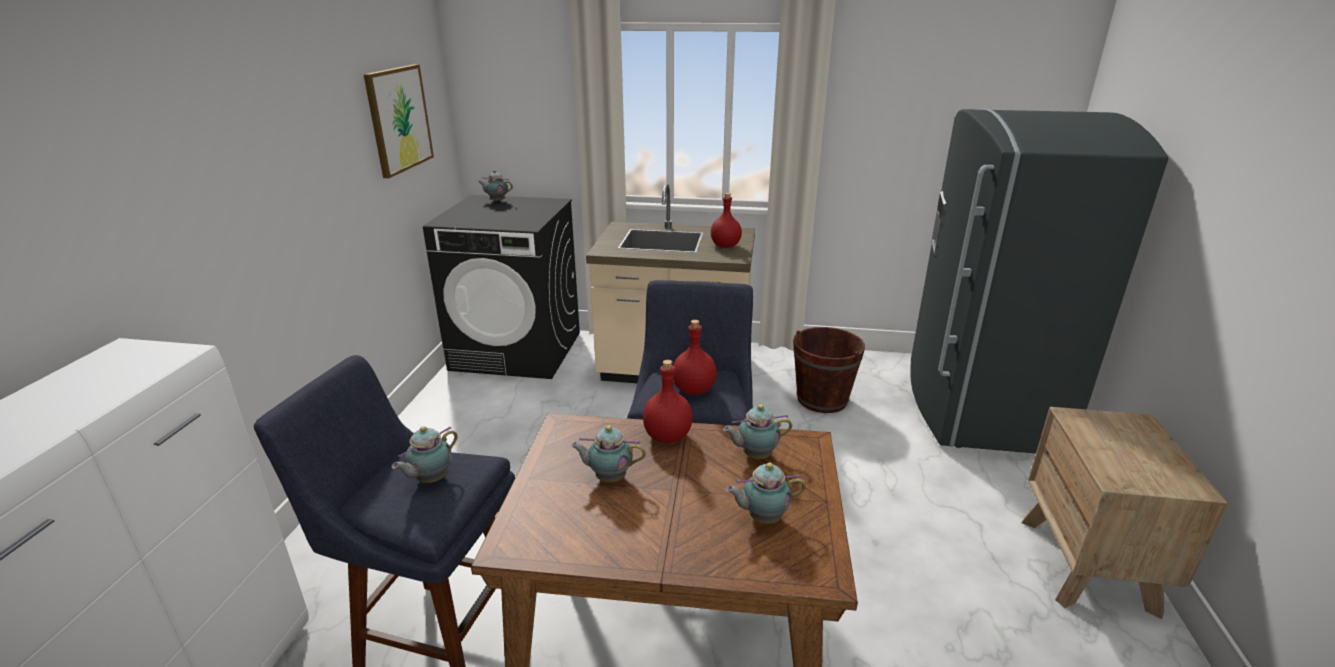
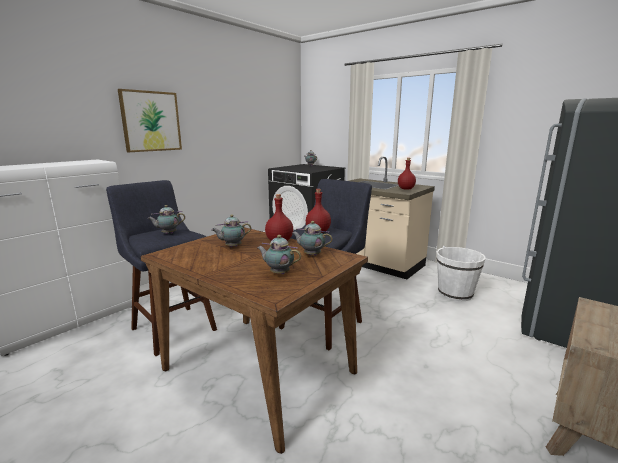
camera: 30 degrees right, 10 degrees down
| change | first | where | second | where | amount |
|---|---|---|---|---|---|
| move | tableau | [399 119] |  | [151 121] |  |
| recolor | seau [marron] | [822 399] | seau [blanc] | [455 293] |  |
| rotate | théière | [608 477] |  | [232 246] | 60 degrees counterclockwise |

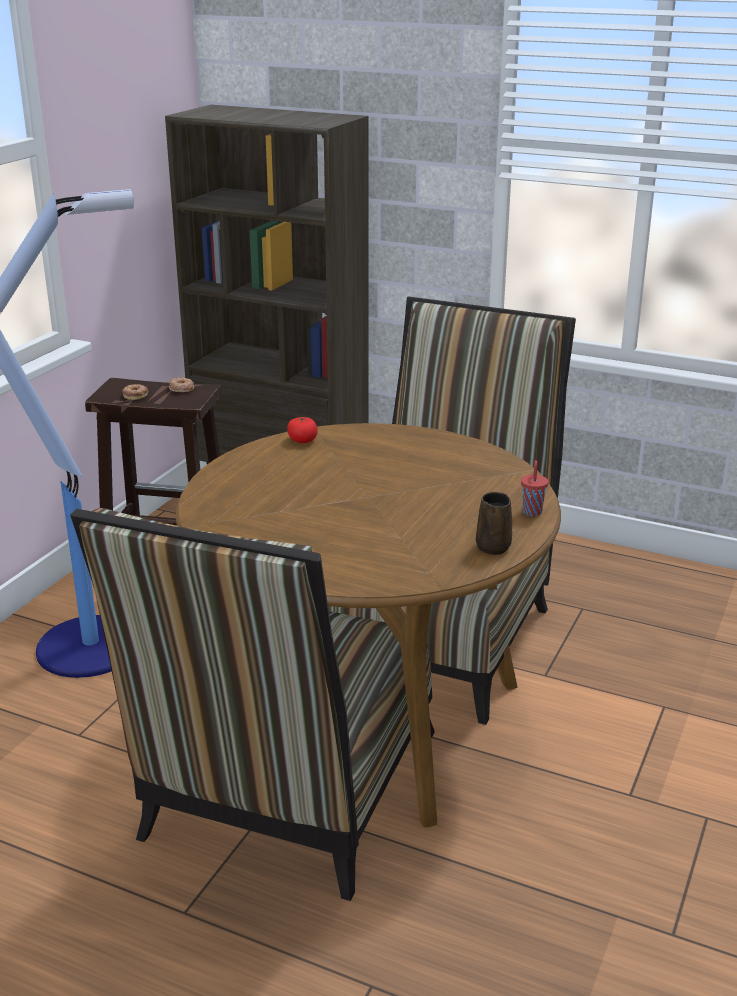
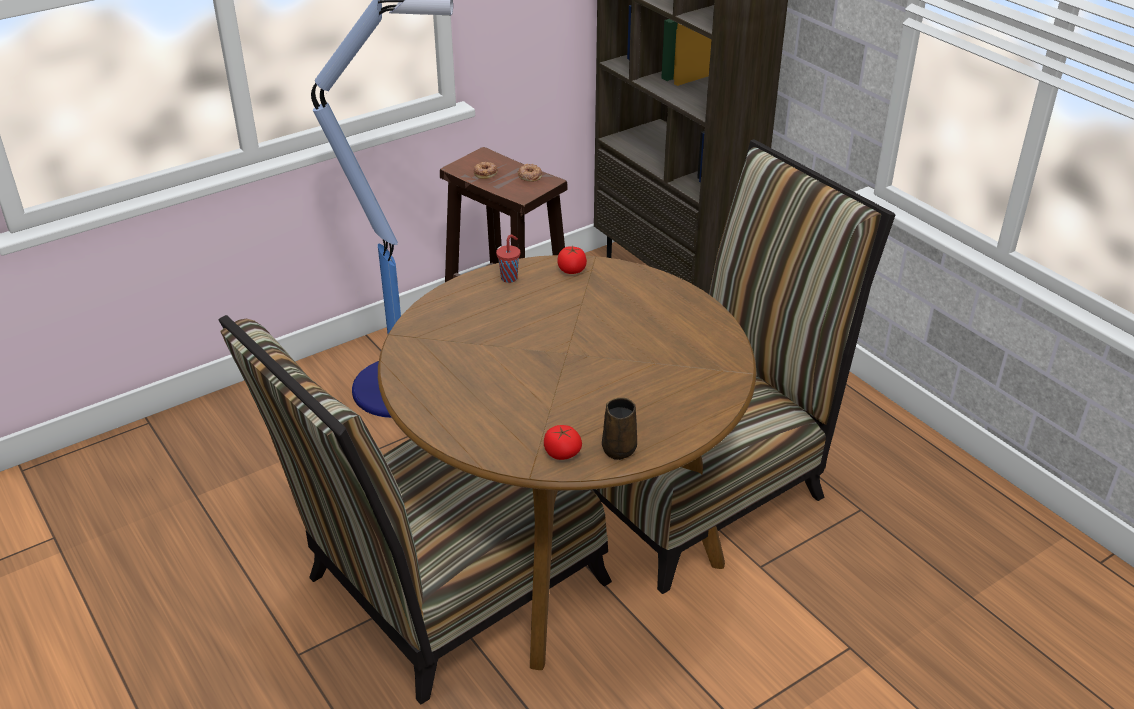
camera: 30 degrees right, 10 degrees up
| change | first | where | second | where | amount |
|---|---|---|---|---|---|
| insert |  |  | tomate | [562 452] |  |
| move | tasse [rouge] | [532 512] |  | [510 278] |  |

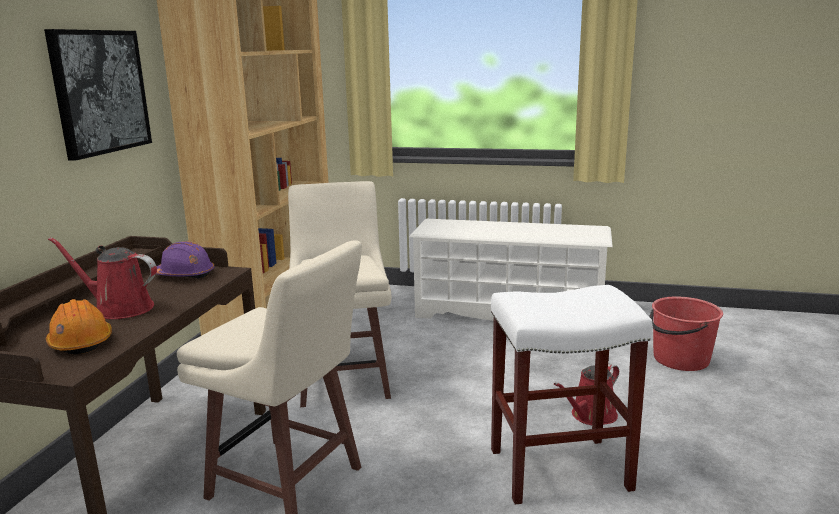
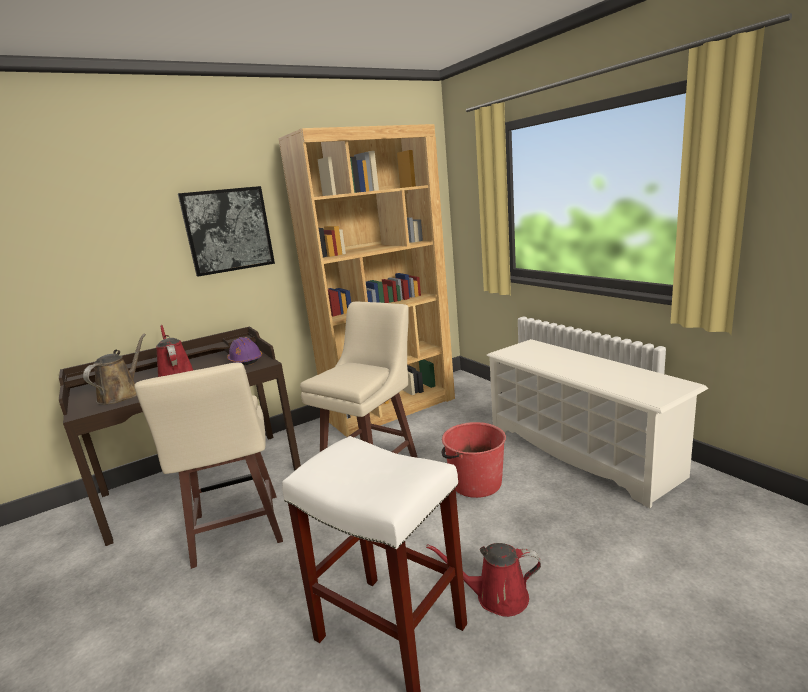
camera: 45 degrees right, 0 degrees up
| change | first | where | second | where | amount |
|---|---|---|---|---|---|
| move | seau [rouge] | [680 359] |  | [475 483] |  |
| replace | casque de chantier [orange] | [81 342] | arrosoir [marron] | [122 395] |  |

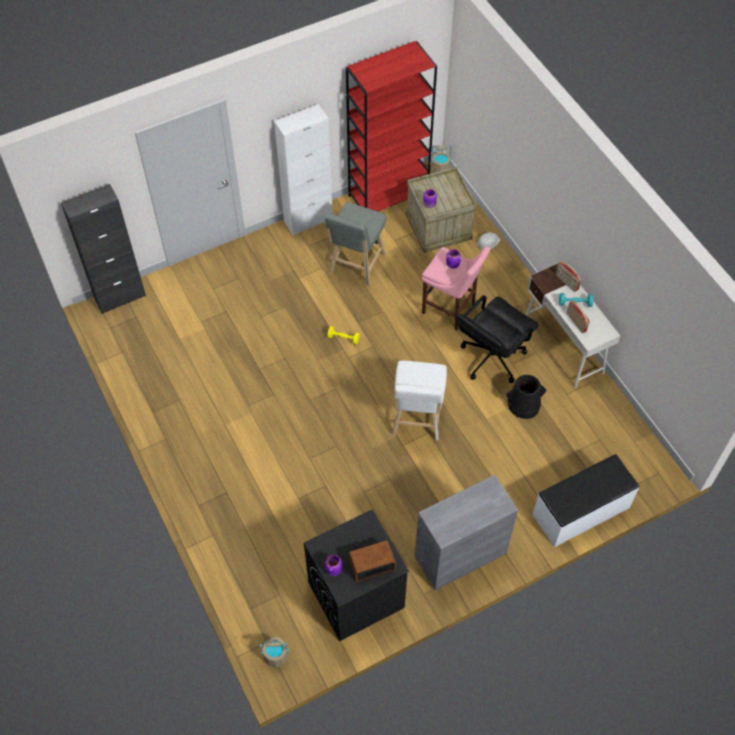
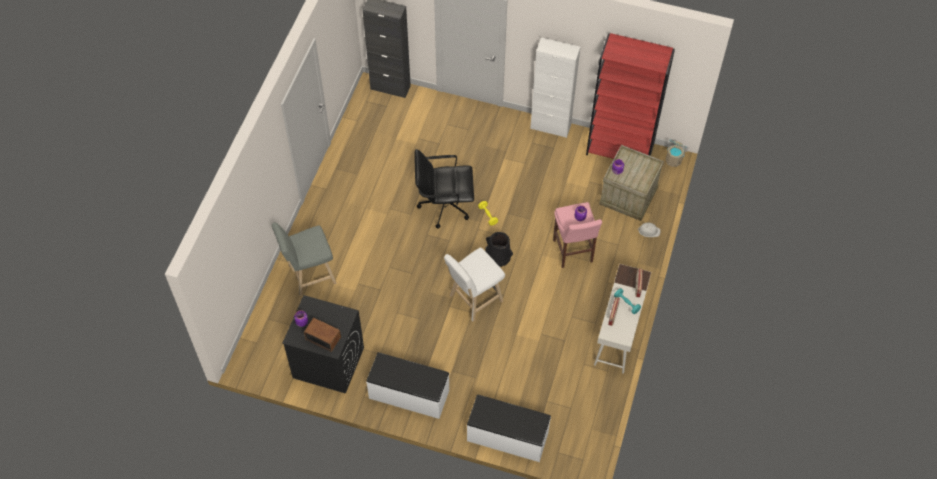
camera: 45 degrees right, 0 degrees up
| change | first | where | second | where | amount |
|---|---|---|---|---|---|
| delete | seau [beige] | [276 656] |  |  |  |
| move | tabouret [gris] | [356 265] |  | [309 275] |  |
| move | chaise de bureau [noir] | [491 358] |  | [444 205] |  |
| move | seau [noir] | [524 404] |  | [498 256] |  |
| replace | meuble de rangement [gris] | [460 554] | banc [blanc] | [409 395] |  |

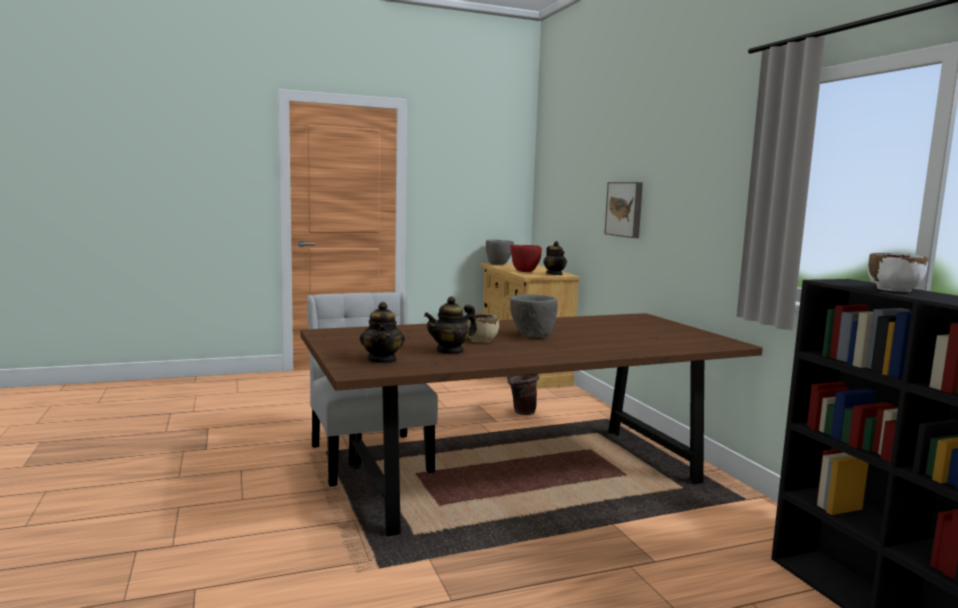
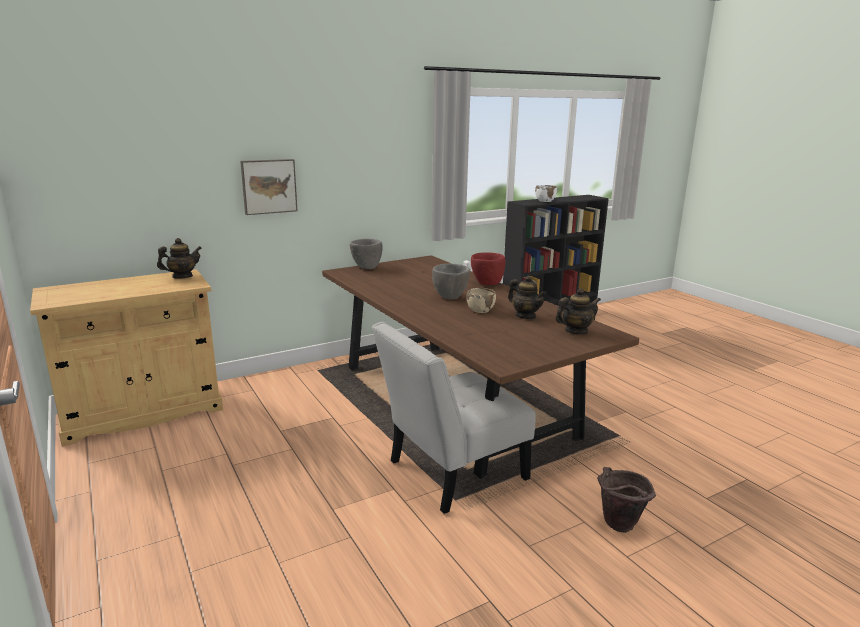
camera: 100 degrees left, 10 degrees up
| change | first | where | second | where | amount |
|---|---|---|---|---|---|
| move | bol [gris] | [498 264] |  | [366 267] |  |
| move | seau [marron] | [521 411] |  | [618 527] |  |
| move | bol [rouge] | [524 271] |  | [486 284] |  |

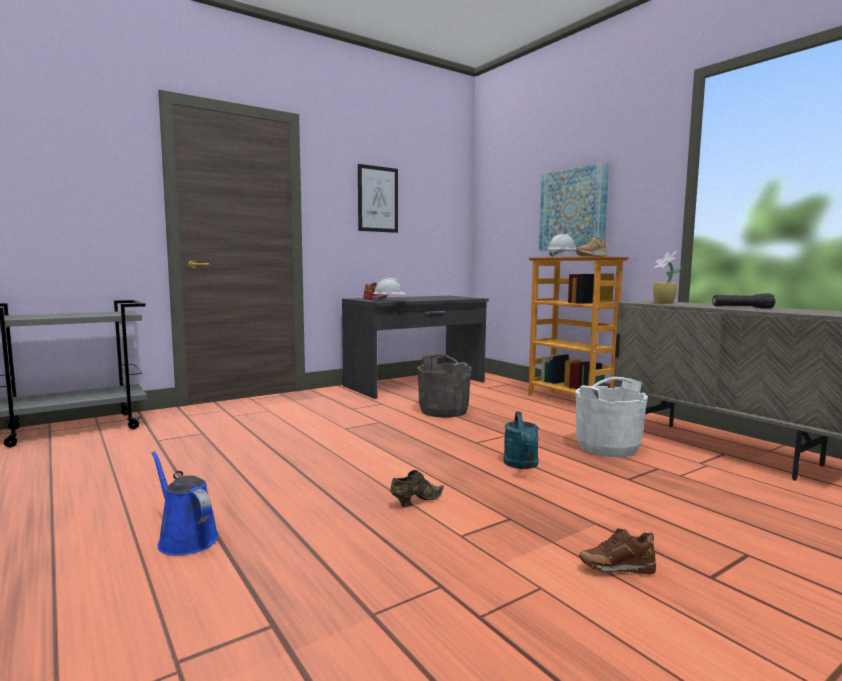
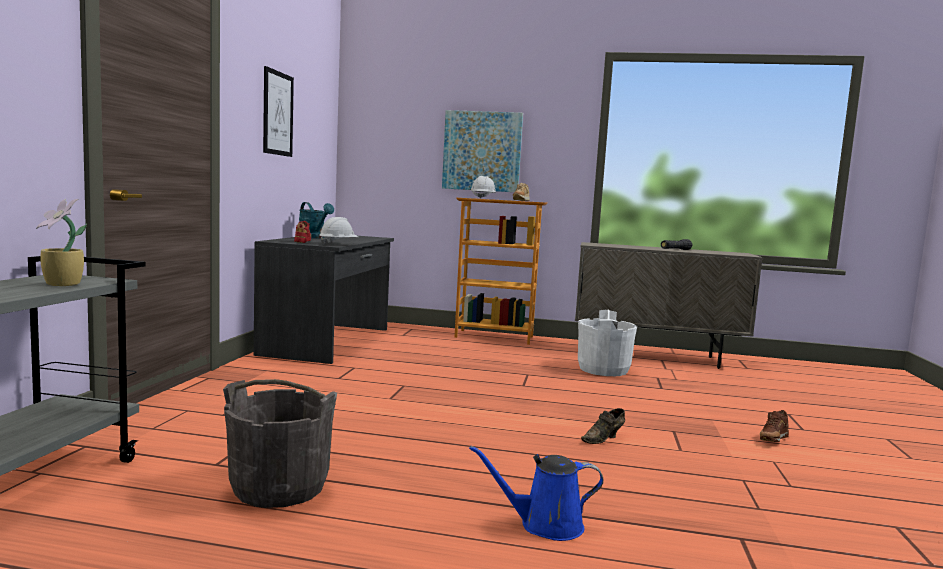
camera: 45 degrees left, 0 degrees up
| change | first | where | second | where | amount |
|---|---|---|---|---|---|
| move | seau [gris] | [443 411] |  | [280 487] |  |
| move | arrosoir [turquoise] | [522 465] |  | [314 238] |  |
| move | plante en pot | [664 303] |  | [63 284] |  |
| rotate | chaussure [marron] | [416 501] |  | [604 439] | 135 degrees counterclockwise |

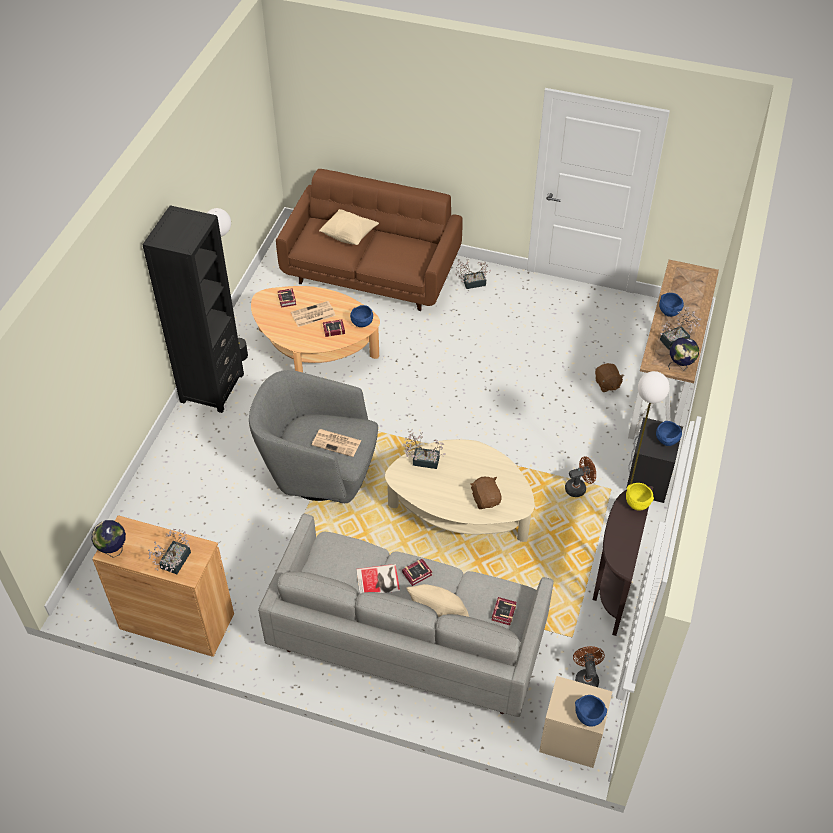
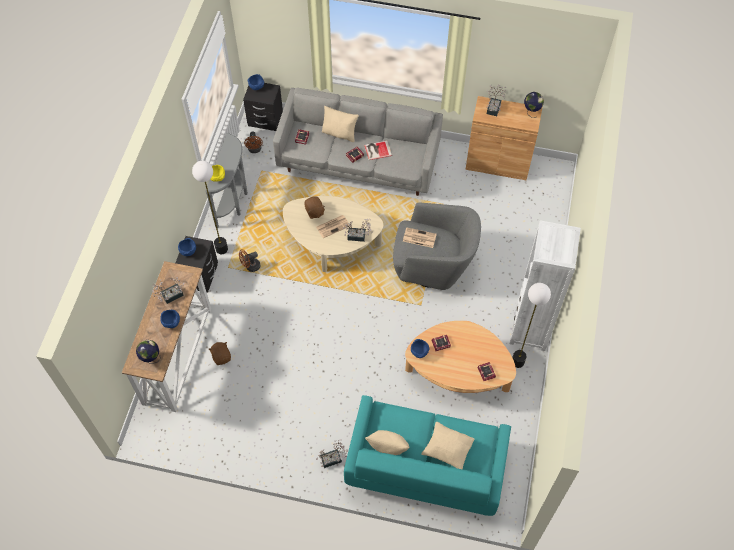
camera: 175 degrees right, 10 degrees up
| change | first | where | second | where | amount |
|---|---|---|---|---|---|
| insert |  |  | coussin [beige] | [387 448] |  |
| move | journal | [312 315] |  | [333 226] |  |
| move | globe | [680 366] |  | [150 358] |  |
| recolor | bibliothèque [noir] | [212 388] | bibliothèque [blanc] | [530 329] |  |
| recolor | canapé [marron] | [372 272] | canapé [turquoise] | [425 465] |  |
| recolor | table de chevet [beige] | [571 739] | table de chevet [noir] | [265 119] |  |
| recolor | table console [marron] | [612 586] | table console [gris] | [234 201] |  |

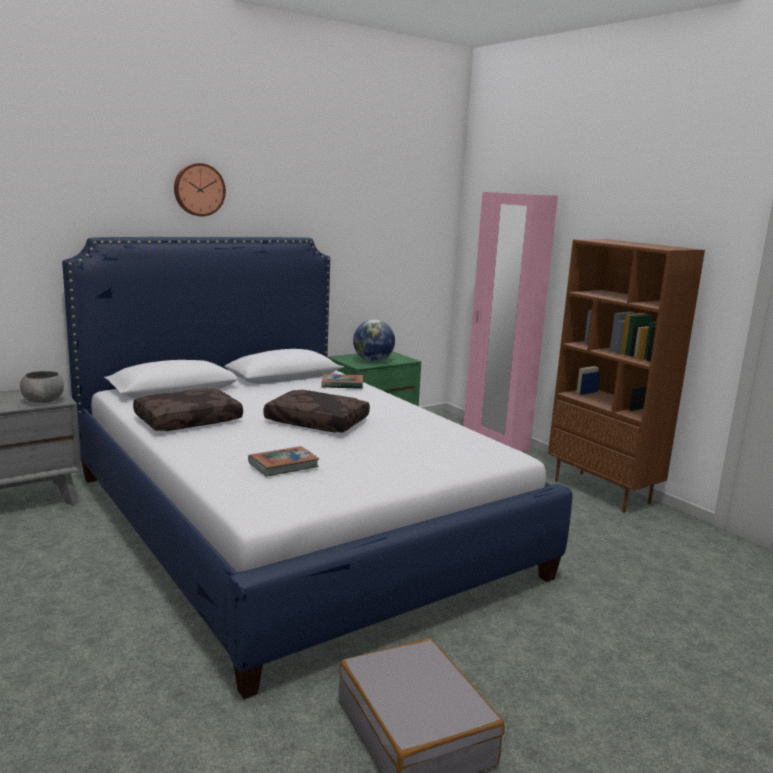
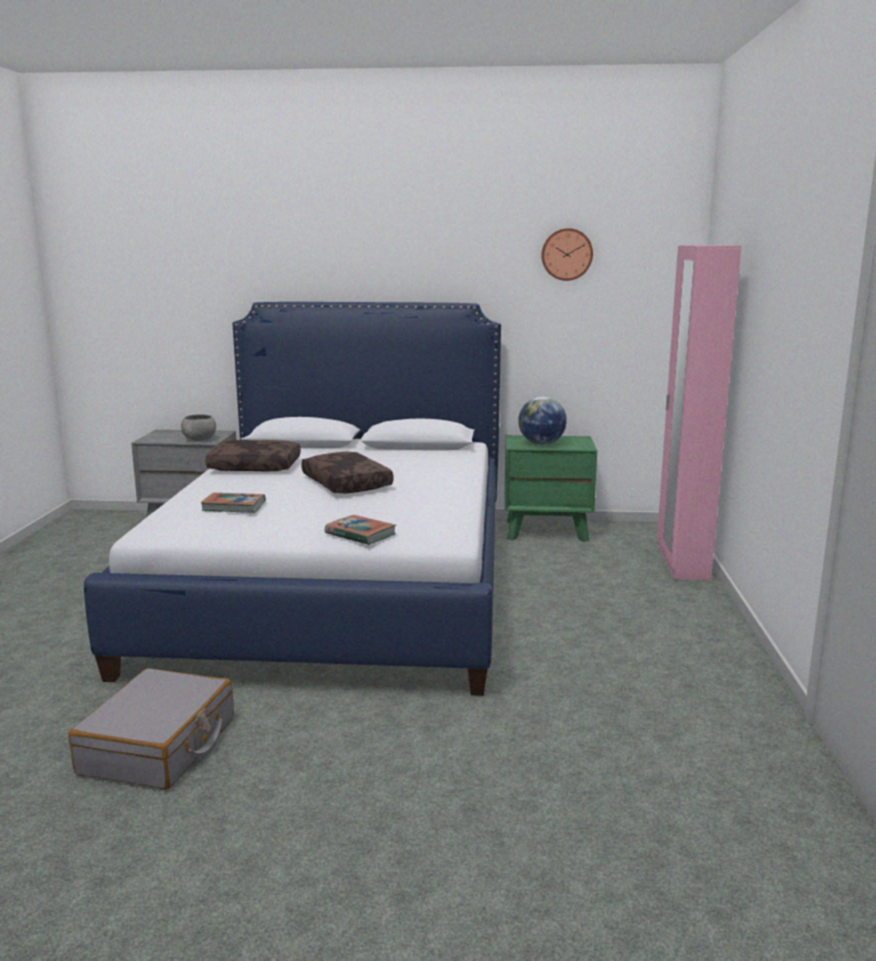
camera: 40 degrees right, 0 degrees up
| change | first | where | second | where | amount |
|---|---|---|---|---|---|
| delete | bibliothèque [marron] | [603 492] |  |  |  |
| move | horloge murale | [199 189] |  | [566 254] |  |
| move | livre | [342 385] |  | [360 534] |  |

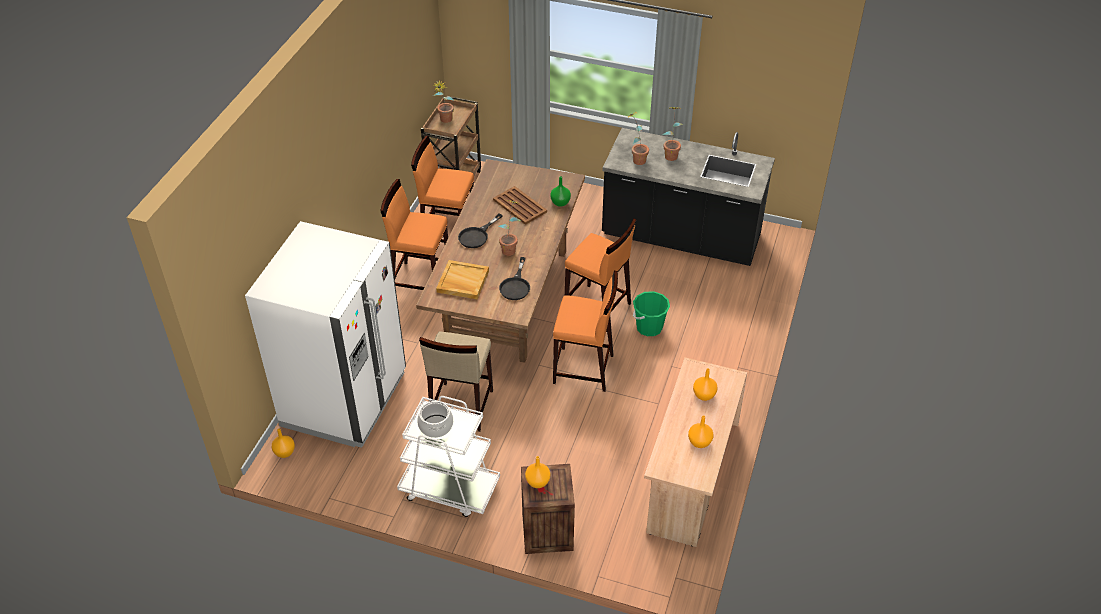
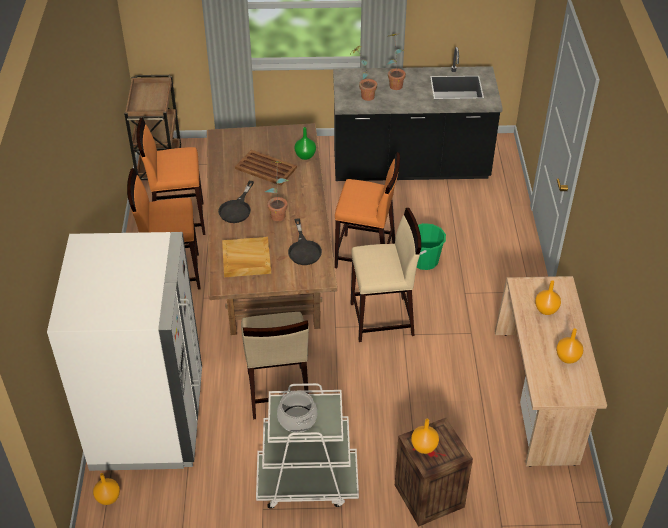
camera: 20 degrees left, 0 degrees up
| change | first | where | second | where | amount |
|---|---|---|---|---|---|
| delete | plante en pot | [445 121] |  |  |  |
| recolor | tabouret [orange] | [584 370] | tabouret [beige] | [382 319] |  |

